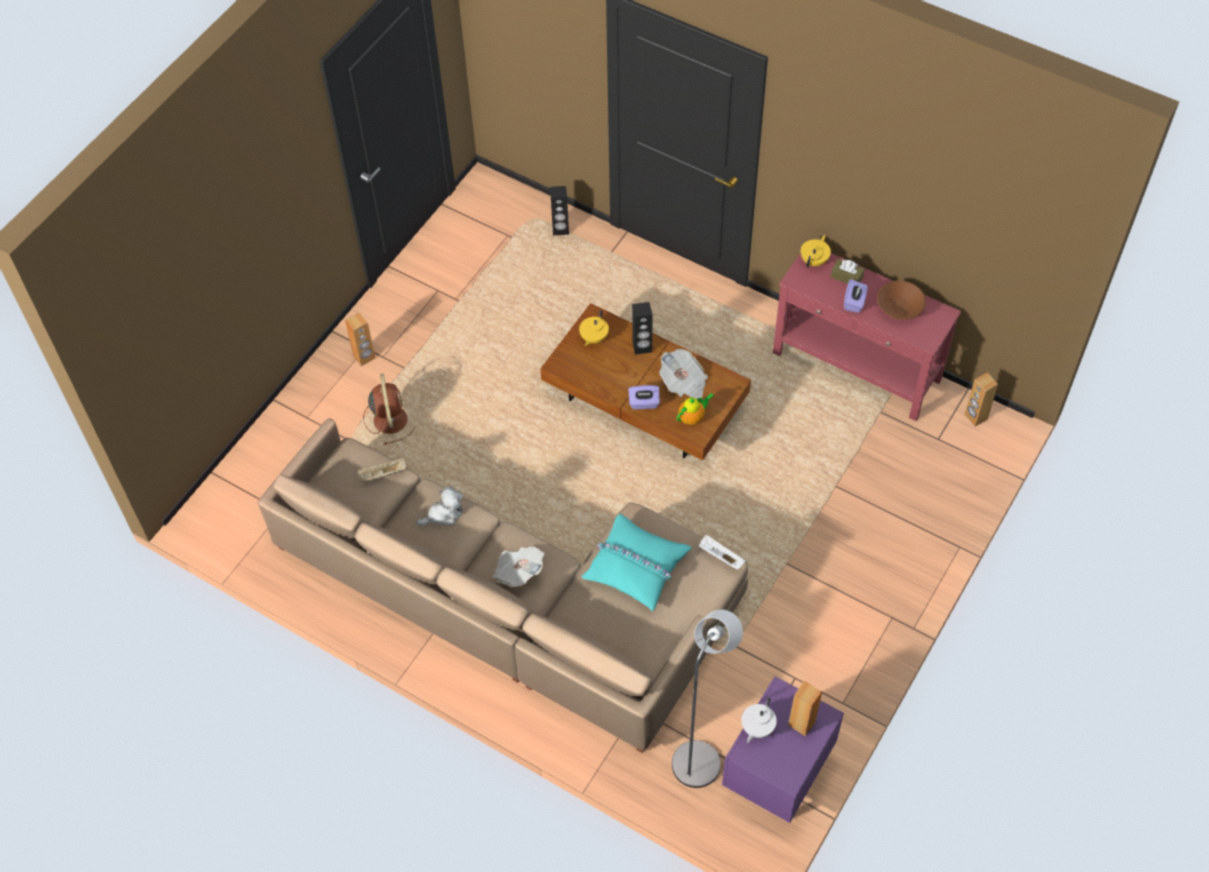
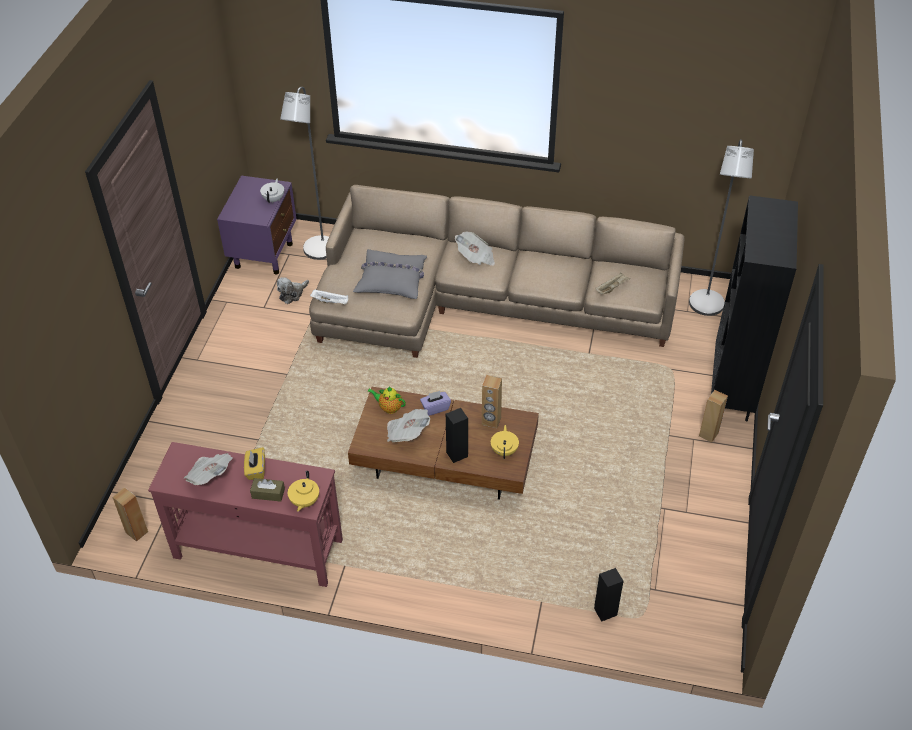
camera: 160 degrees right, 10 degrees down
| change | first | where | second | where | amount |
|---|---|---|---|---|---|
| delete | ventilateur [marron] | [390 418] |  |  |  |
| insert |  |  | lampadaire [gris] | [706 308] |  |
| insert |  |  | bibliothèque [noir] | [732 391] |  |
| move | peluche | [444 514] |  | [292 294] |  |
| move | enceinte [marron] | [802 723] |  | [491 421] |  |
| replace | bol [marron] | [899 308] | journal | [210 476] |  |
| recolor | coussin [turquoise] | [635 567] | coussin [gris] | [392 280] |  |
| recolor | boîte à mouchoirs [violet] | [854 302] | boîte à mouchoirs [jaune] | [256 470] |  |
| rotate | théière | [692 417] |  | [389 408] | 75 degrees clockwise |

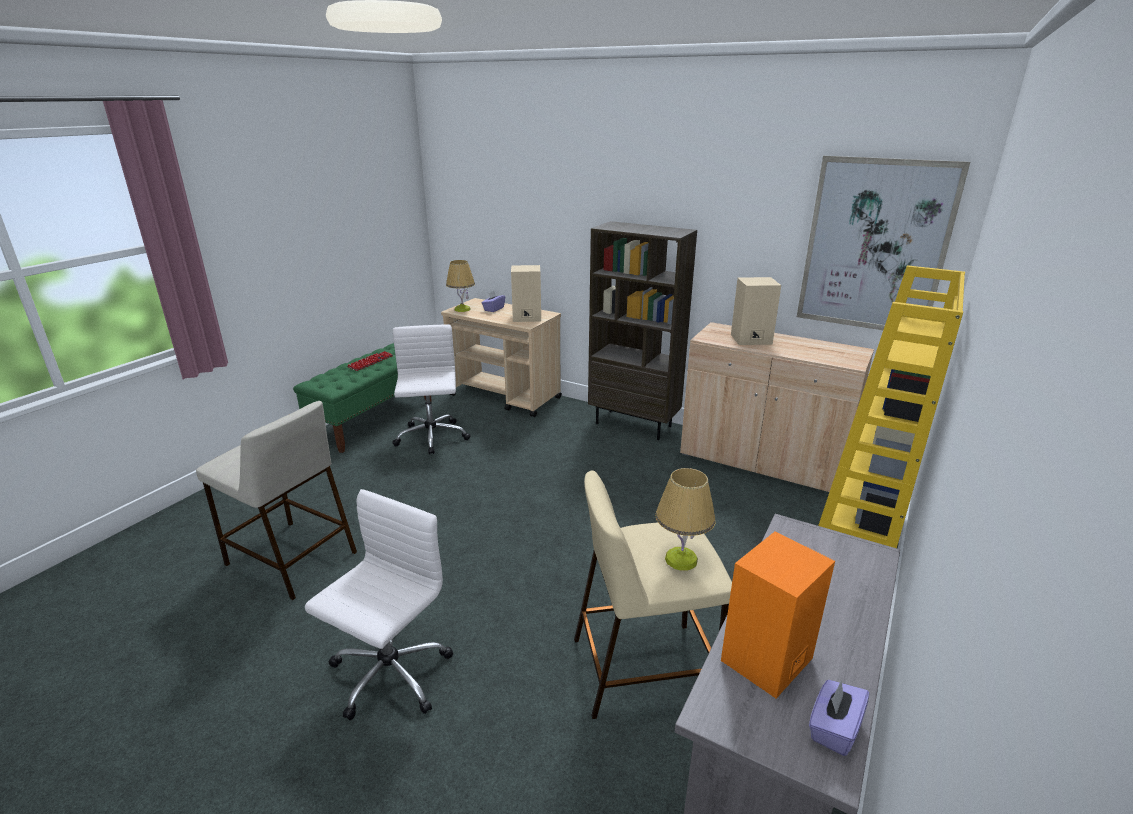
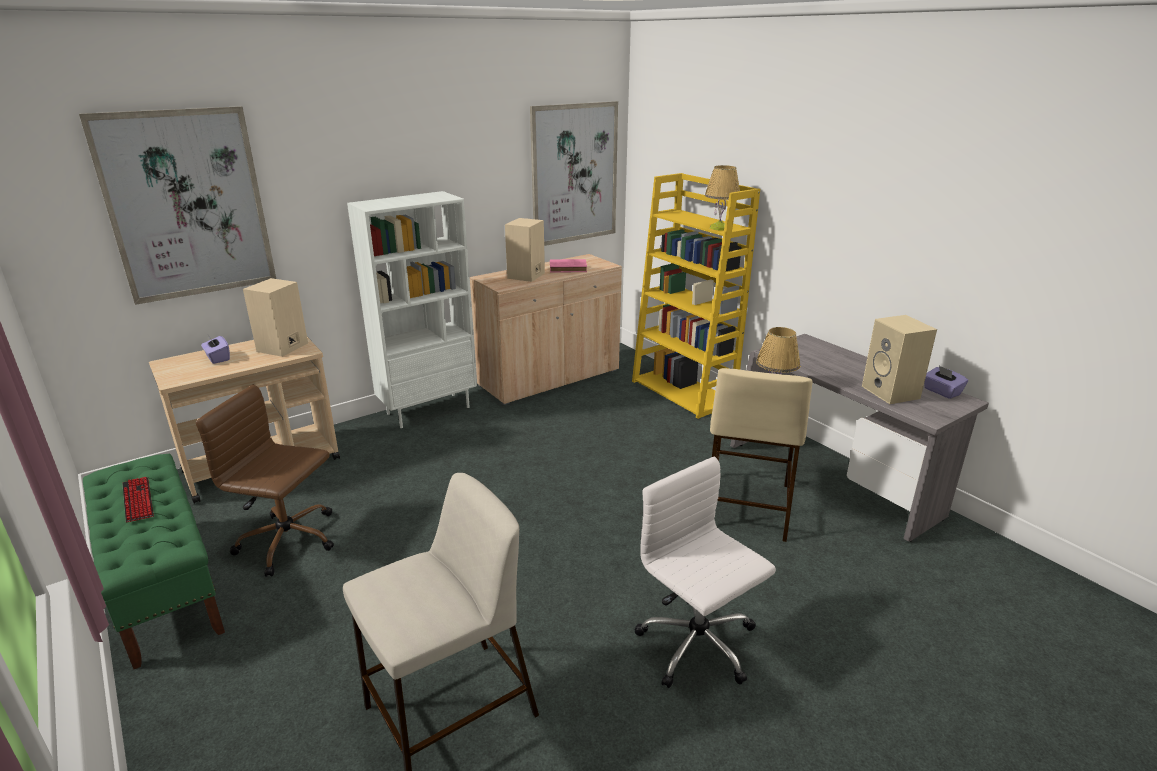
camera: 65 degrees left, 0 degrees up
| change | first | where | second | where | amount |
|---|---|---|---|---|---|
| insert |  |  | tableau | [187 205] |  |
| insert |  |  | livre [rose] | [569 268] |  |
| move | lampe de table | [462 309] |  | [719 228] |  |
| recolor | chaise de bureau [blanc] | [431 438] | chaise de bureau [marron] | [289 541] |  |
| recolor | bibliothèque [marron] | [634 424] | bibliothèque [blanc] | [428 410] |  |
| recolor | enceinte [orange] | [767 661] | enceinte [beige] | [892 393] |  |

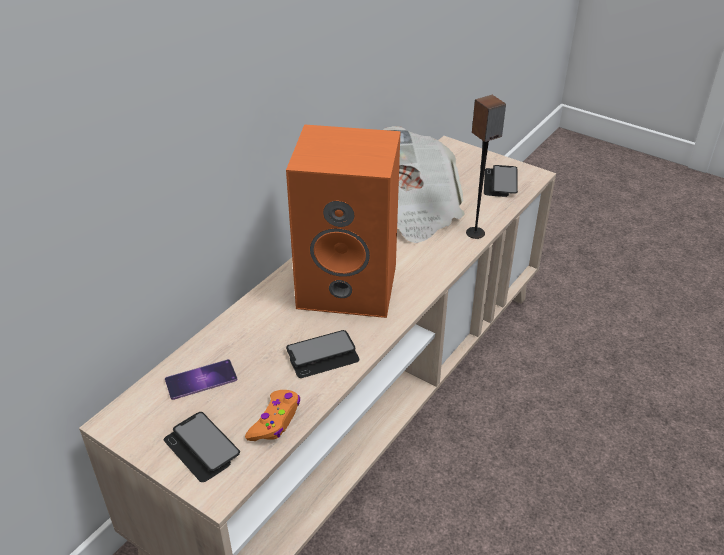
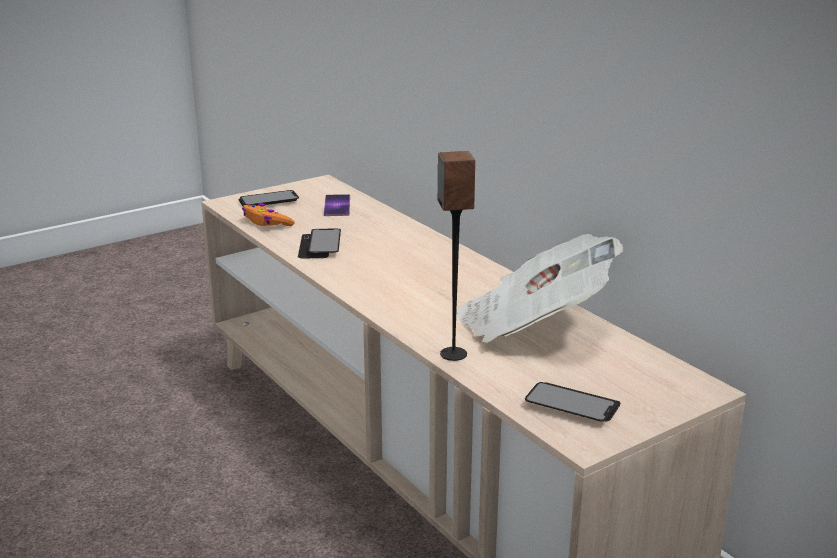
camera: 110 degrees right, 15 degrees down
| change | first | where | second | where | amount |
|---|---|---|---|---|---|
| delete | enceinte [orange] | [350 285] |  |  |  |

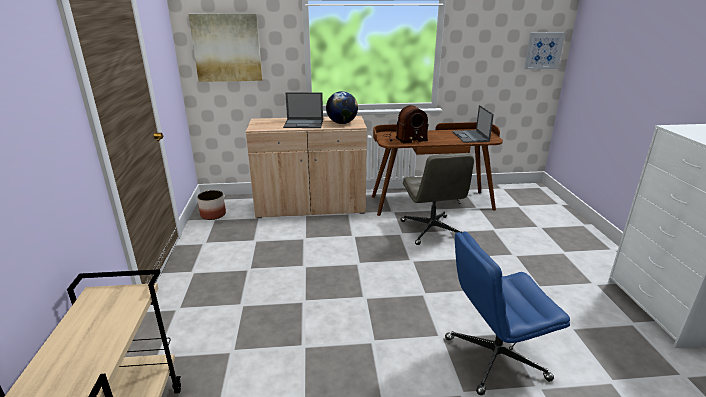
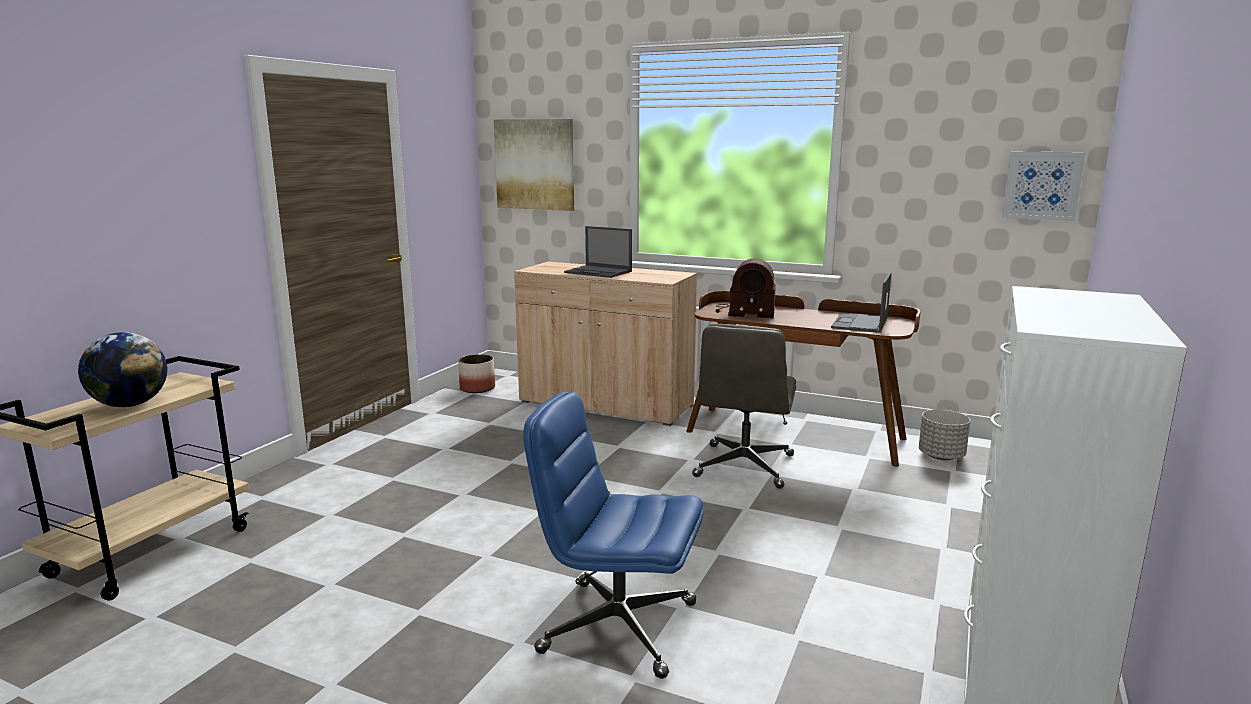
camera: 30 degrees right, 10 degrees down
| change | first | where | second | where | amount |
|---|---|---|---|---|---|
| insert |  |  | cache-pot [gris] | [941 456] |  |
| move | globe | [342 123] |  | [130 405] |  |

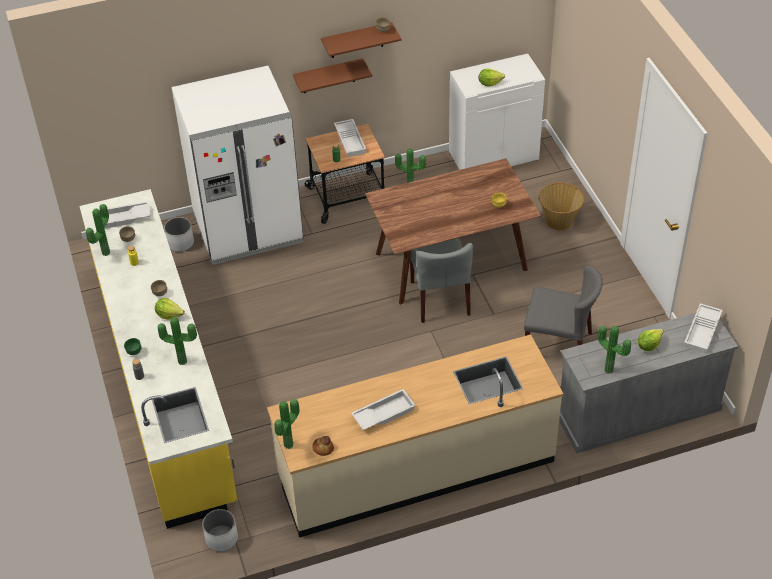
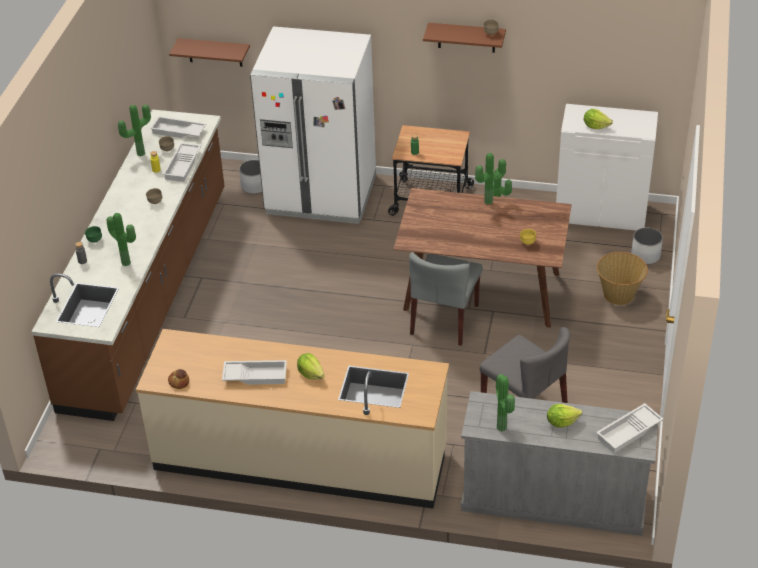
camera: 30 degrees right, 5 degrees down
| change | first | where | second | where | amount |
|---|---|---|---|---|---|
| move | laitue | [169 315] |  | [311 374] |  |
| move | cache-pot [blanc] | [221 538] |  | [645 256] |  |
| move | plante en pot | [290 445] |  | [489 202] |  |
| move | étagère [marron] | [328 76] |  | [215 52] |  |
| move | plateau [blanc] | [351 141] |  | [183 165] |  |
| recolor | comptoir de cuisine [jaune] | [165 383] | comptoir de cuisine [marron] | [148 295] |  |

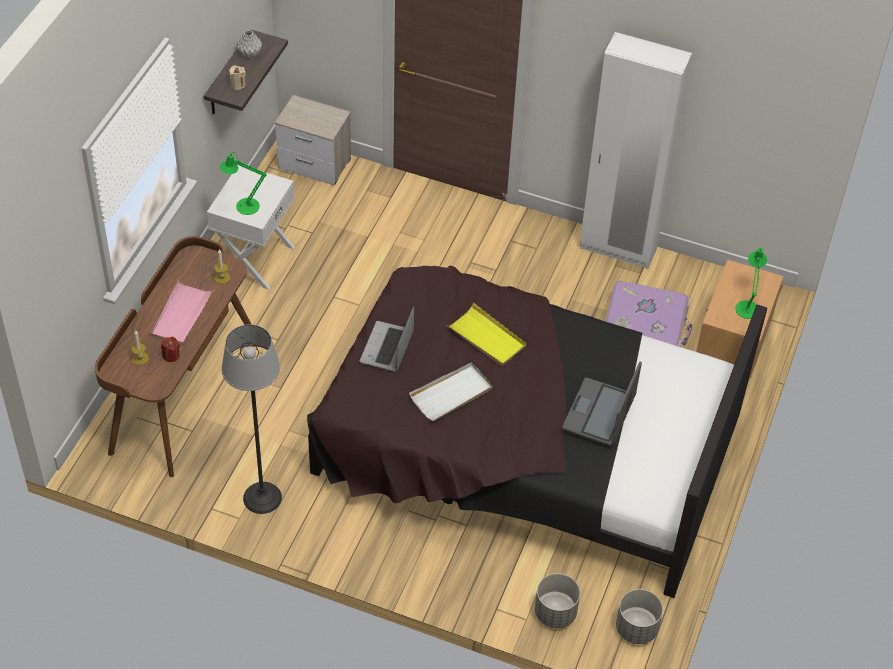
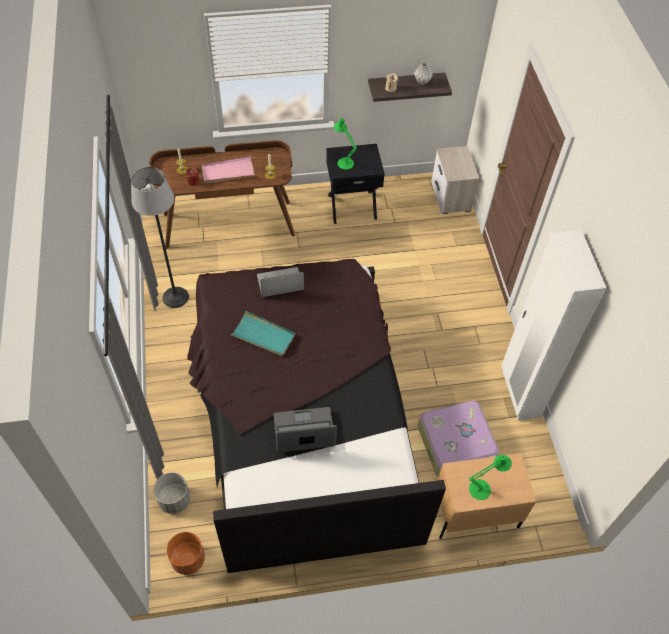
camera: 60 degrees right, 5 degrees up
| change | first | where | second | where | amount |
|---|---|---|---|---|---|
| delete | plateau [jaune] | [487 337] |  |  |  |
| recolor | table de chevet [blanc] | [254 259] | table de chevet [noir] | [352 206] |  |
| recolor | plateau [blanc] | [451 394] | plateau [turquoise] | [263 335] |  |
| recolor | cache-pot [gris] | [637 629] | cache-pot [orange] | [188 559] |  |

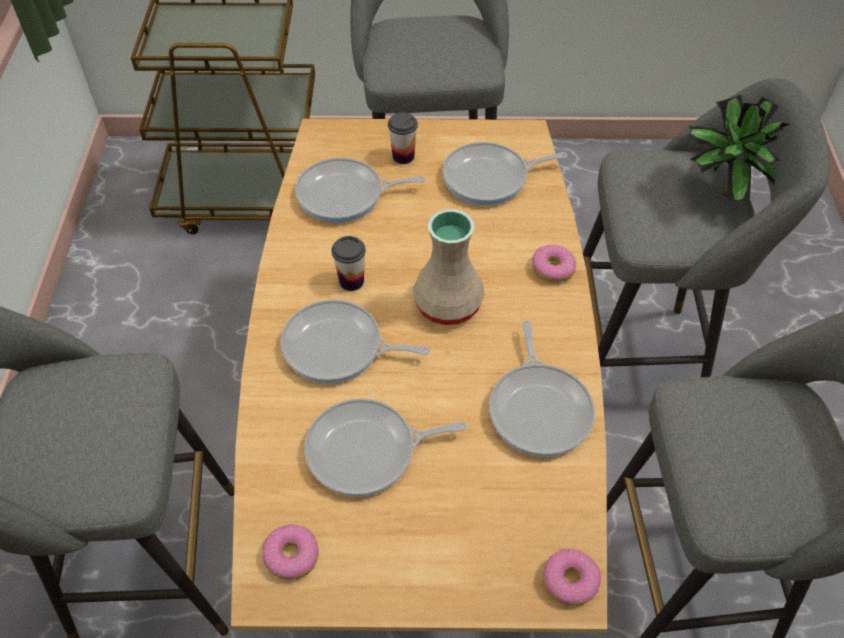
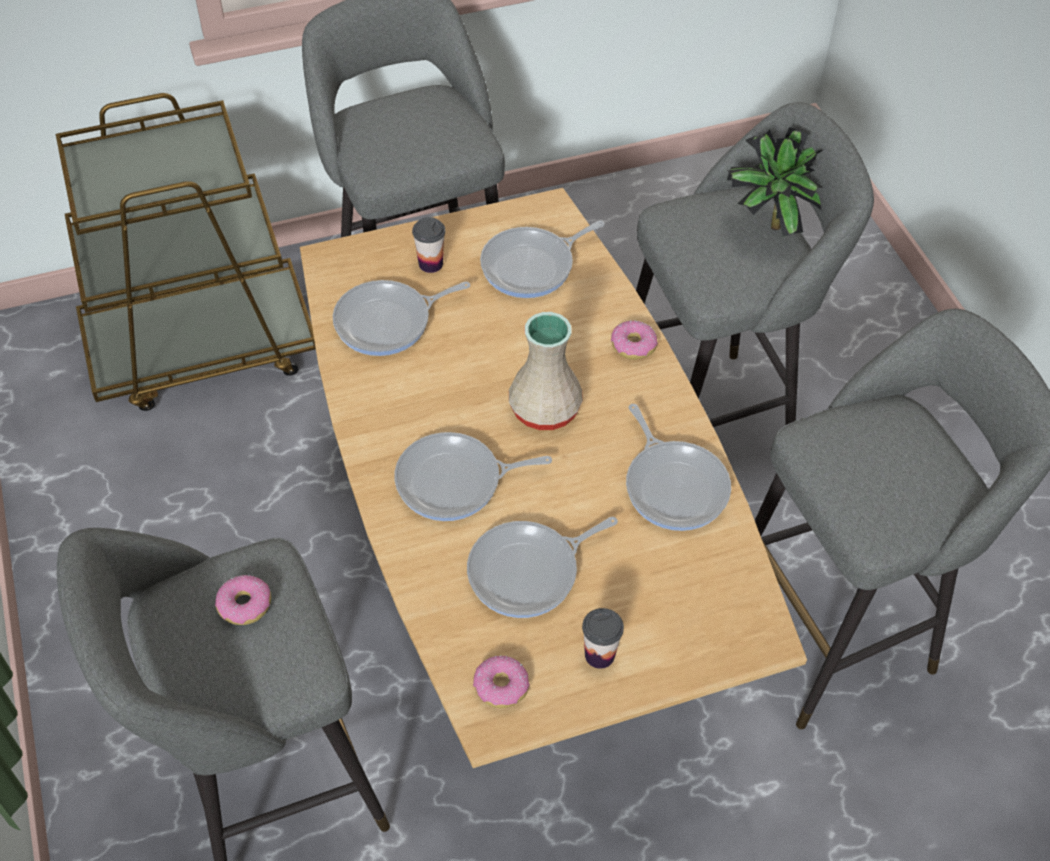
camera: 20 degrees left, 0 degrees up
| change | first | where | second | where | amount |
|---|---|---|---|---|---|
| move | tasse | [351 281] |  | [599 655] |  |
| move | beignet | [569 581] |  | [244 605] |  |

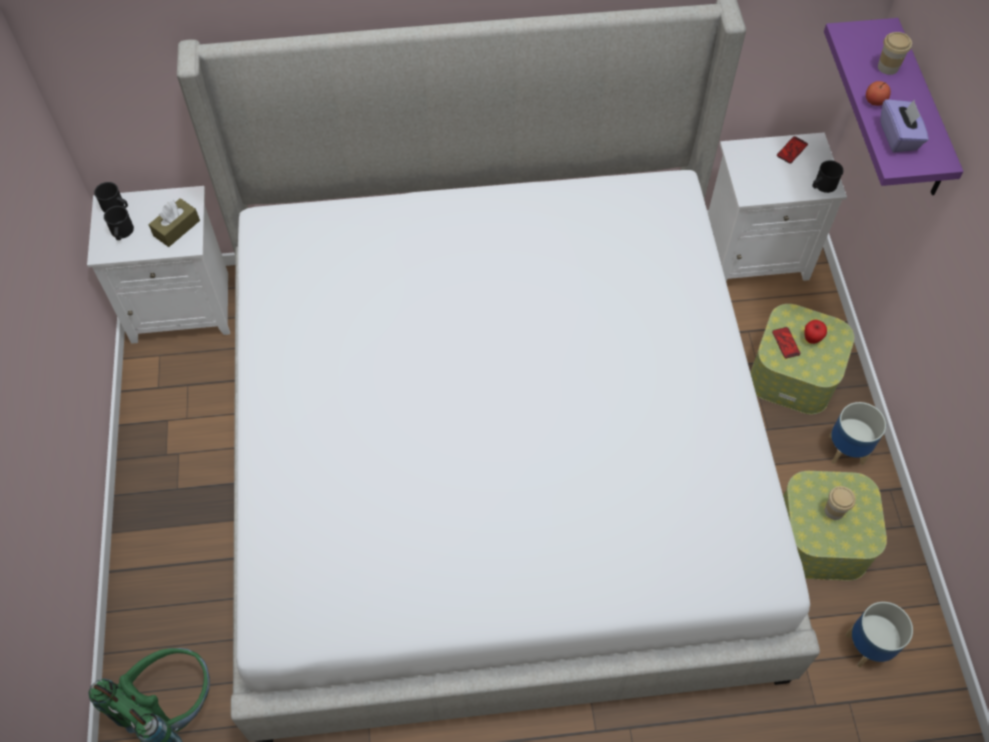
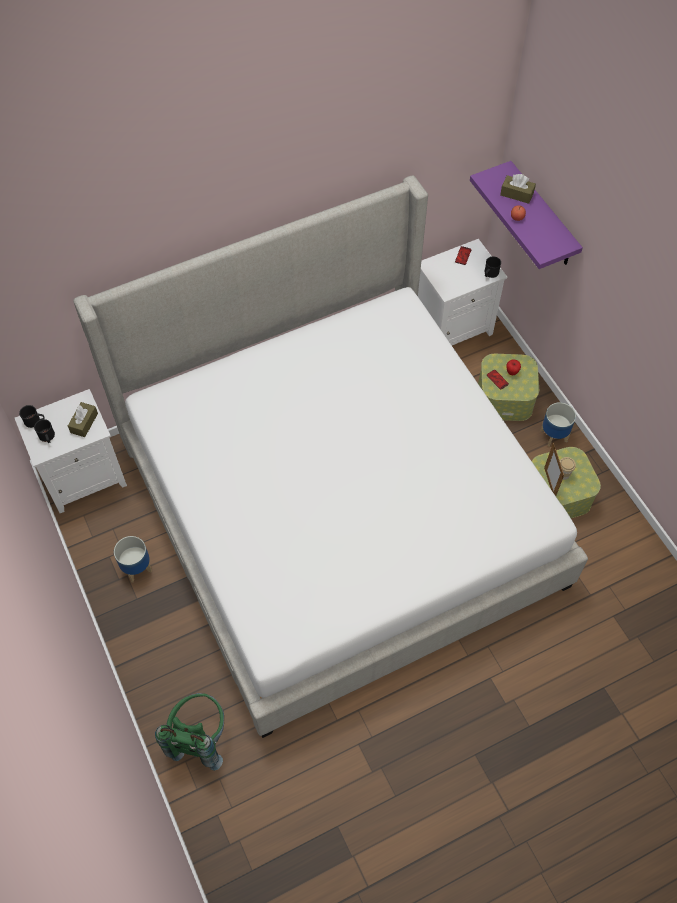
camera: 20 degrees left, 0 degrees up
| change | first | where | second | where | amount |
|---|---|---|---|---|---|
| delete | boîte à mouchoirs [violet] | [898 136] |  |  |  |
| insert |  |  | cadre photo | [549 483] |  |
| move | cache-pot | [868 647] |  | [137 568] |  |
| replace | tasse | [888 67] | boîte à mouchoirs [marron] | [516 194] |  |

